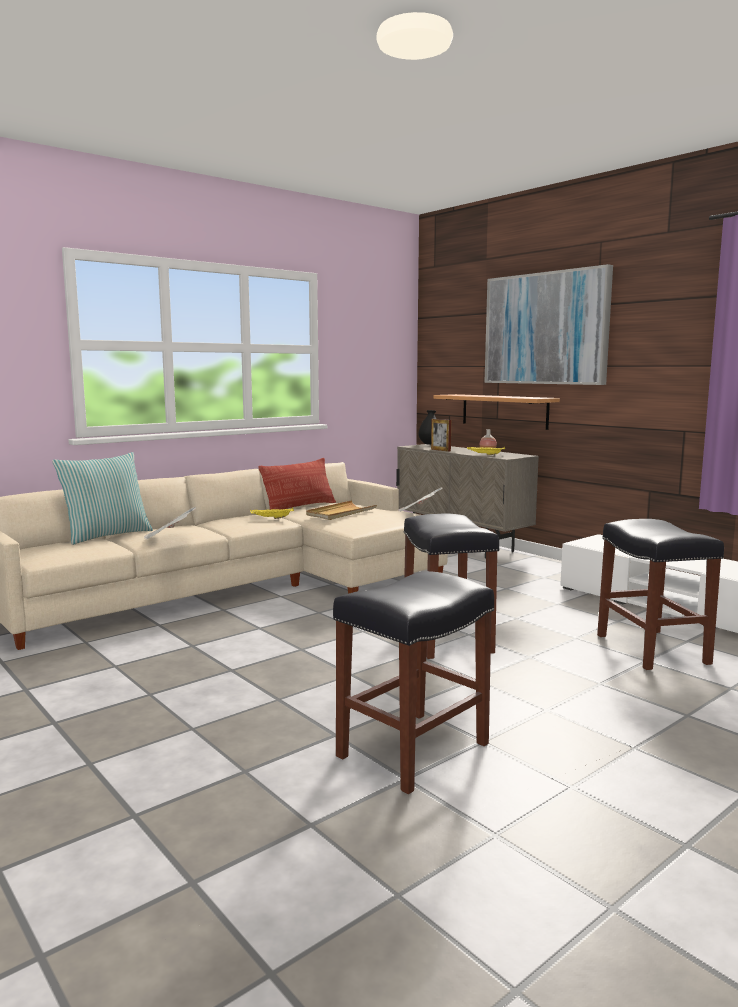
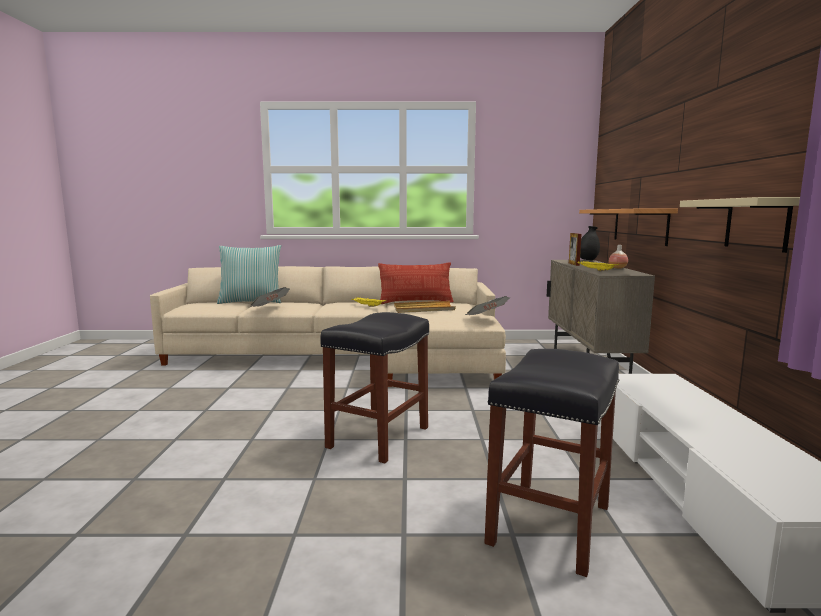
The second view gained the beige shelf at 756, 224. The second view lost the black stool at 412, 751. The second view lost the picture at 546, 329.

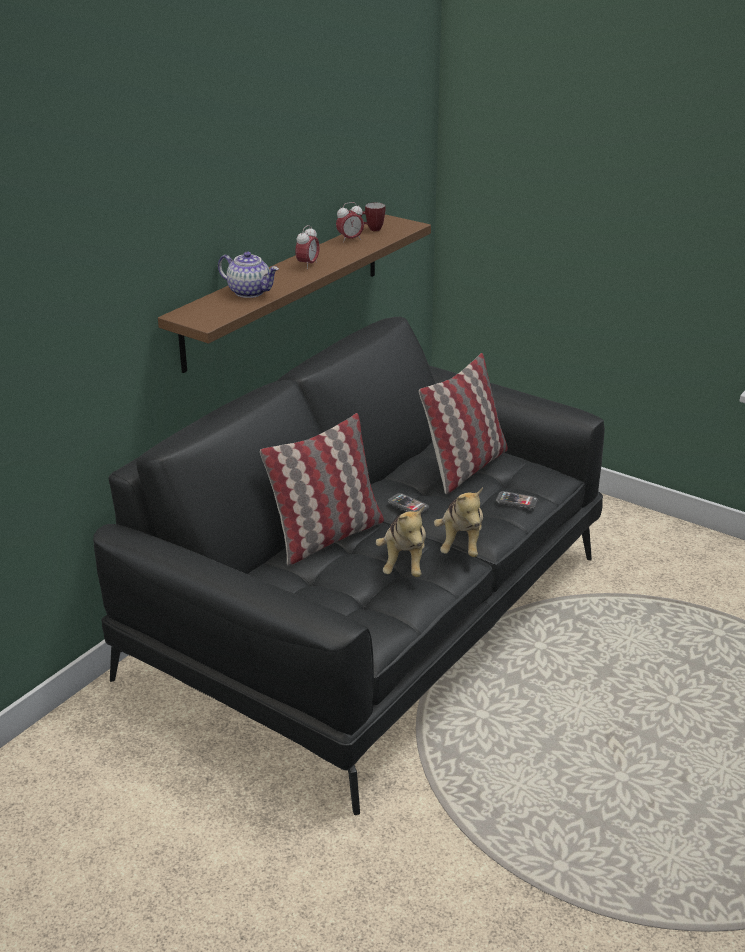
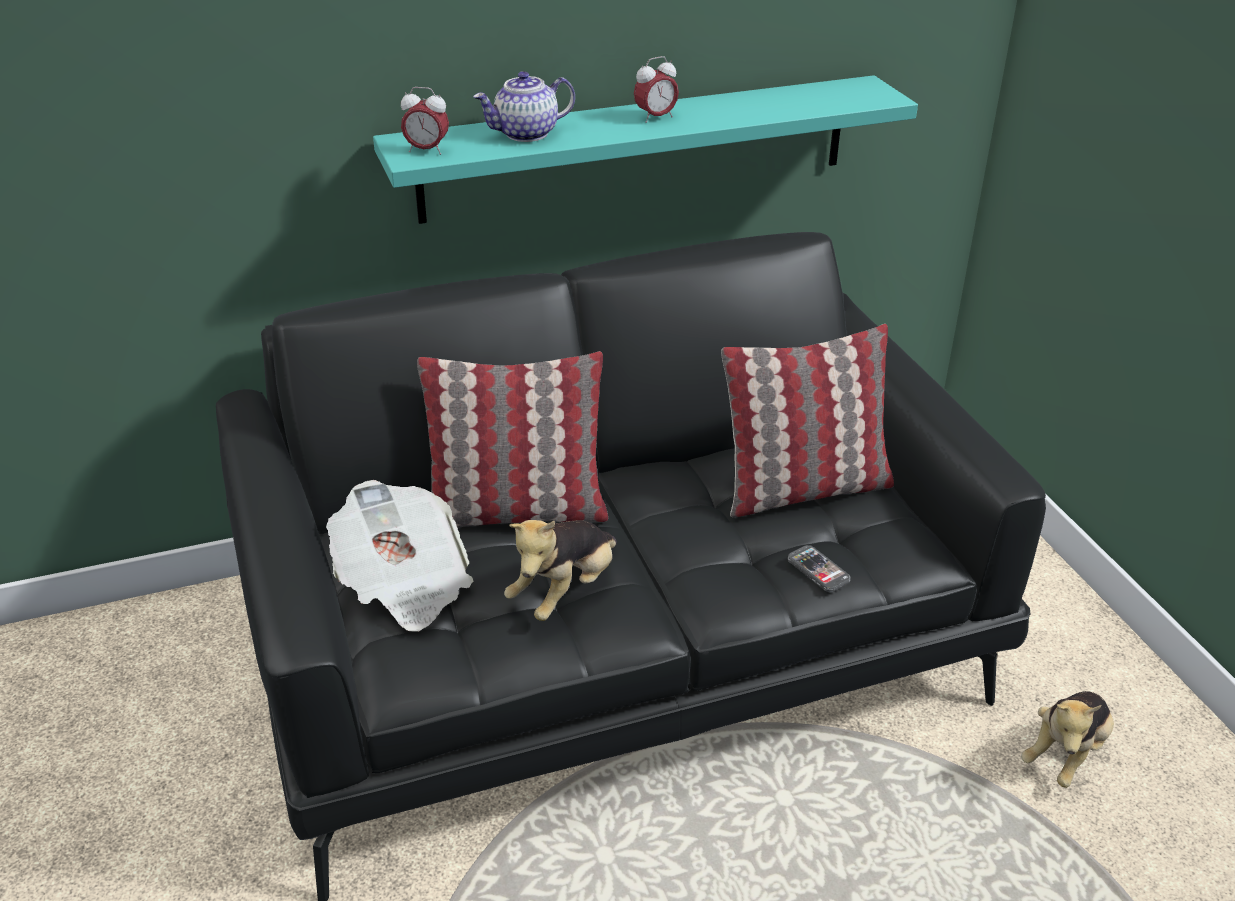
The second view gained the newspaper at 404, 583. What was the brown shelf at 285, 290 turned into the turquoise shelf at 637, 148. The alarm clock ended up elsewhere, having gone from 350, 240 to 426, 150. The teapot at 250, 292 ended up facing another way, 90 degrees clockwise from before. The plush toy ended up elsewhere, having gone from 461, 544 to 1065, 754. The second view lost the mug at 372, 230. The second view lost the phone at 408, 505.

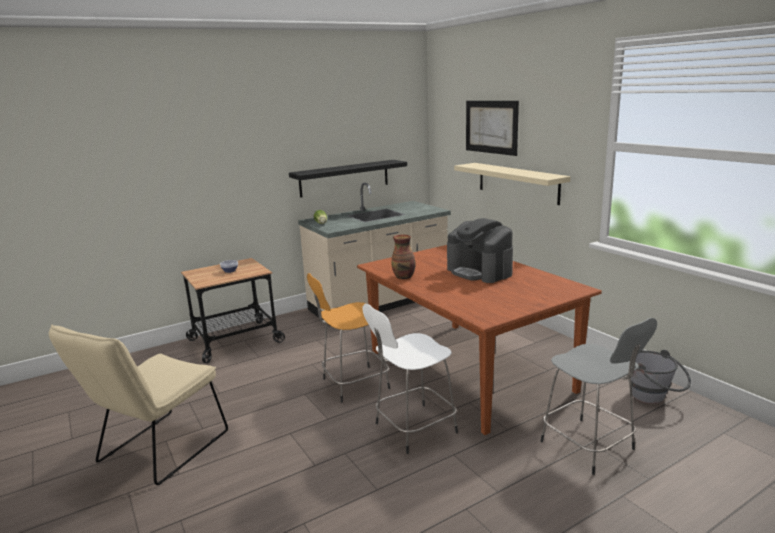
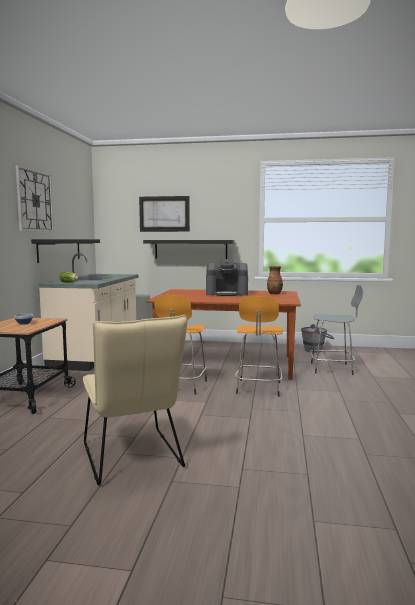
The second view gained the wall clock at 34, 201. What was the beige shelf at 517, 182 turned into the black shelf at 190, 249. What was the white stool at 413, 429 turned into the orange stool at 258, 389. The vase ended up elsewhere, having gone from 404, 277 to 274, 294.

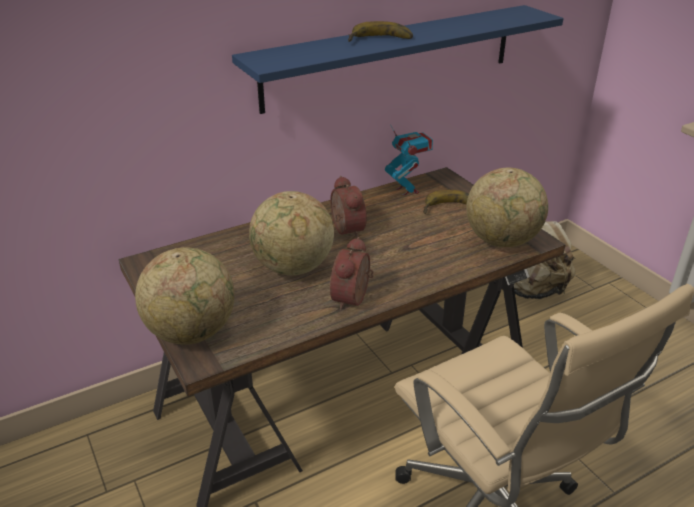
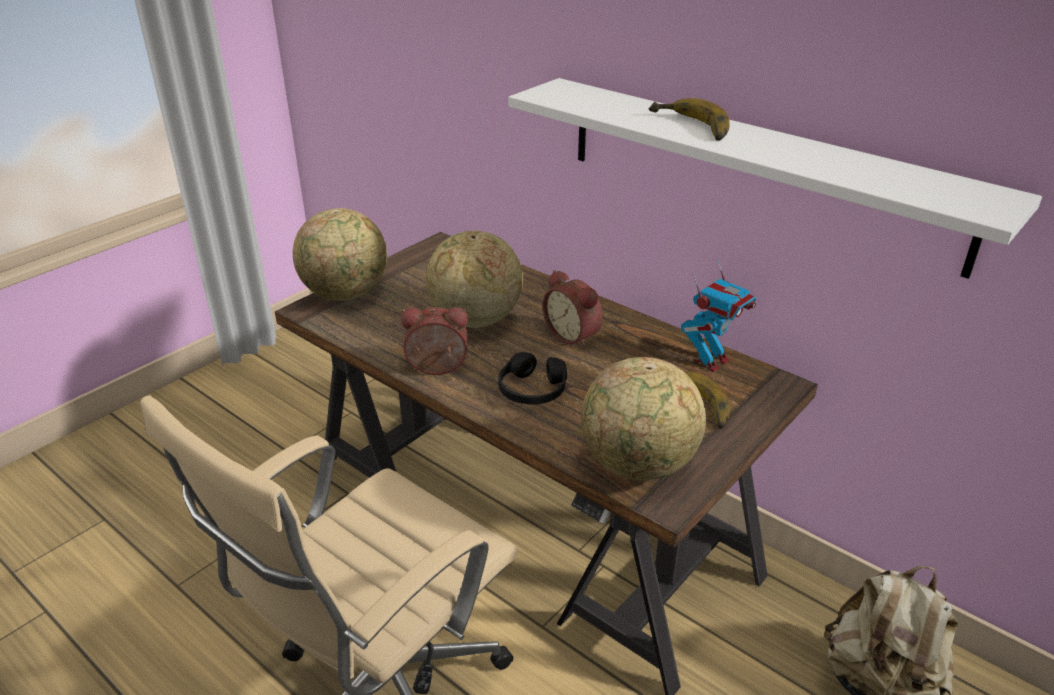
The second view gained the black headphones at 532, 390. What was the blue shelf at 392, 57 turned into the white shelf at 755, 170. The alarm clock at 345, 230 ended up facing another way, 90 degrees clockwise from before.

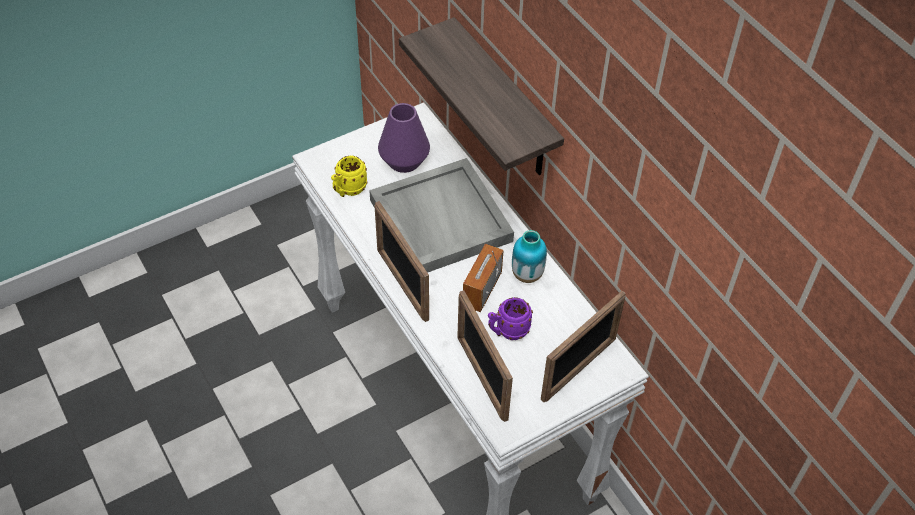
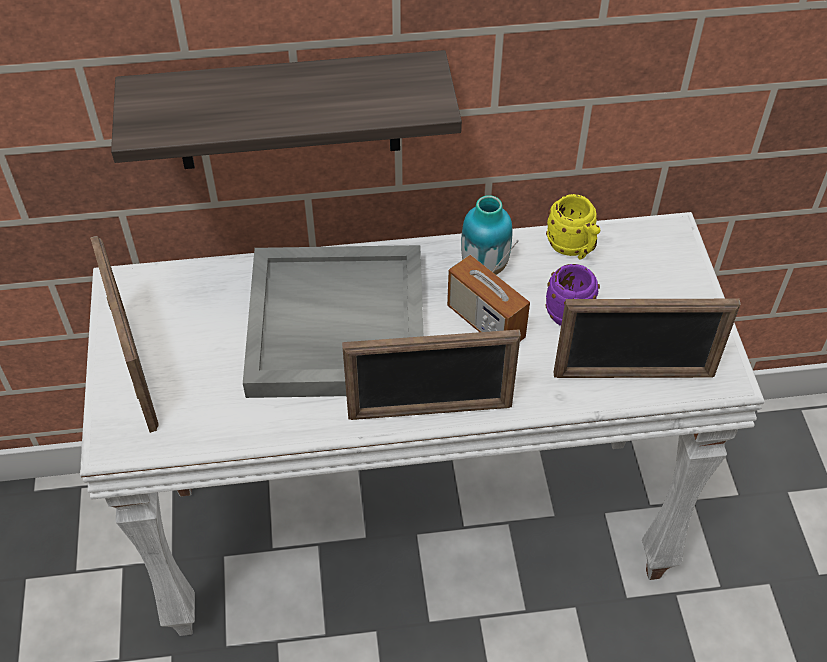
The picture frame ended up elsewhere, having gone from 579, 368 to 136, 368. The yellow mug ended up elsewhere, having gone from 348, 190 to 573, 248. The second view lost the purple vase at 404, 160.

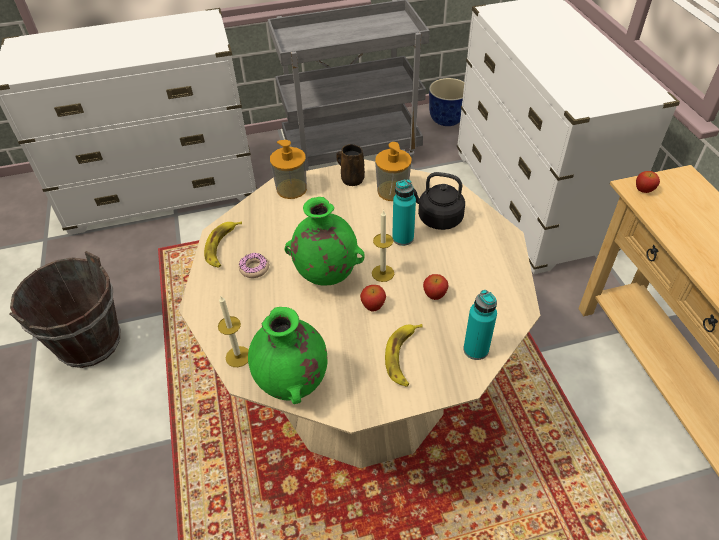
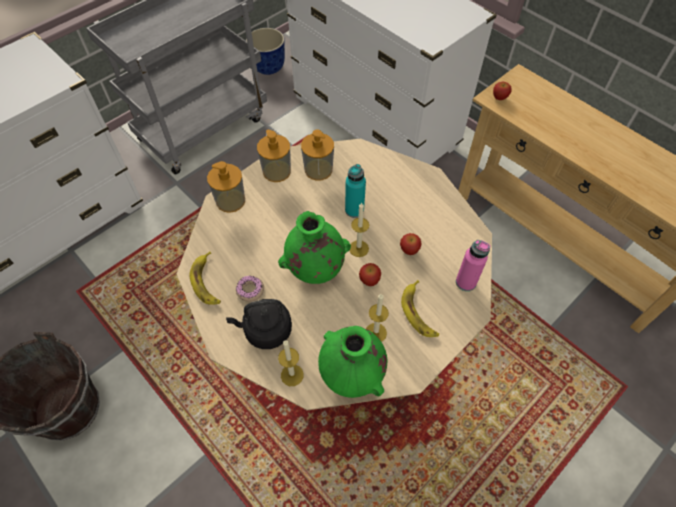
The black kettle ended up elsewhere, having gone from 437, 218 to 265, 331. Where the brown mug stood at 351, 179, the soap dispenser came to stand at 277, 171. The second view gained the candle at 375, 333. What was the turquoise bottle at 476, 349 turned into the pink bottle at 466, 282.

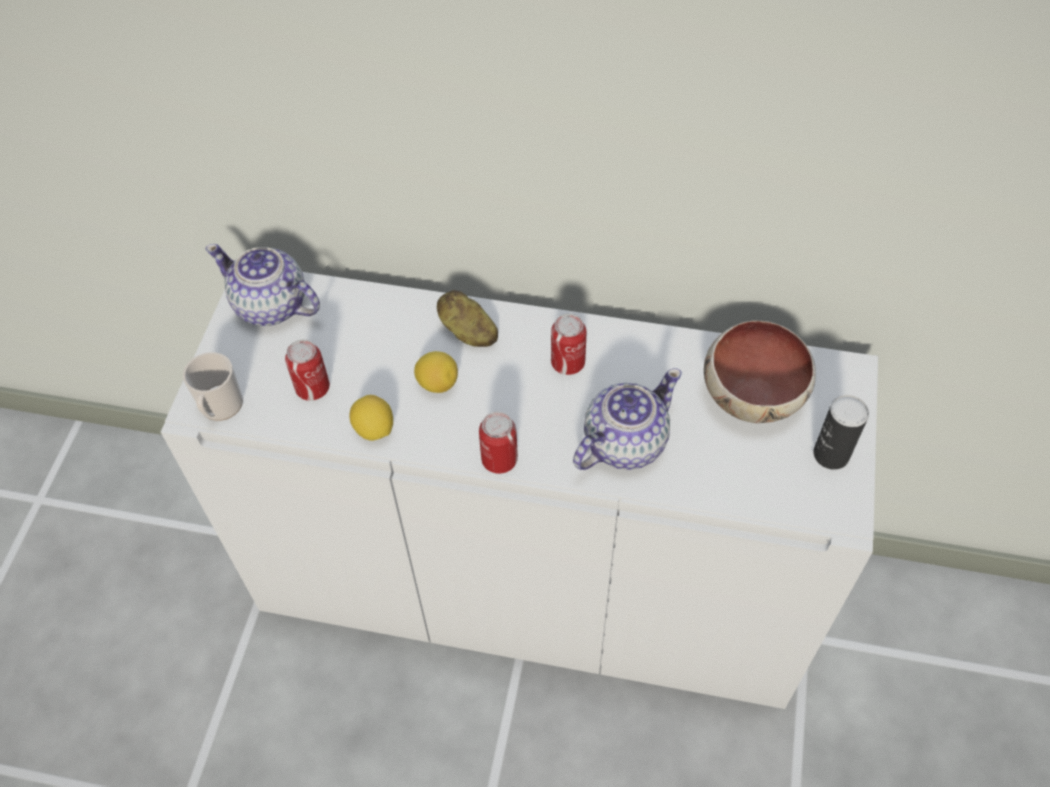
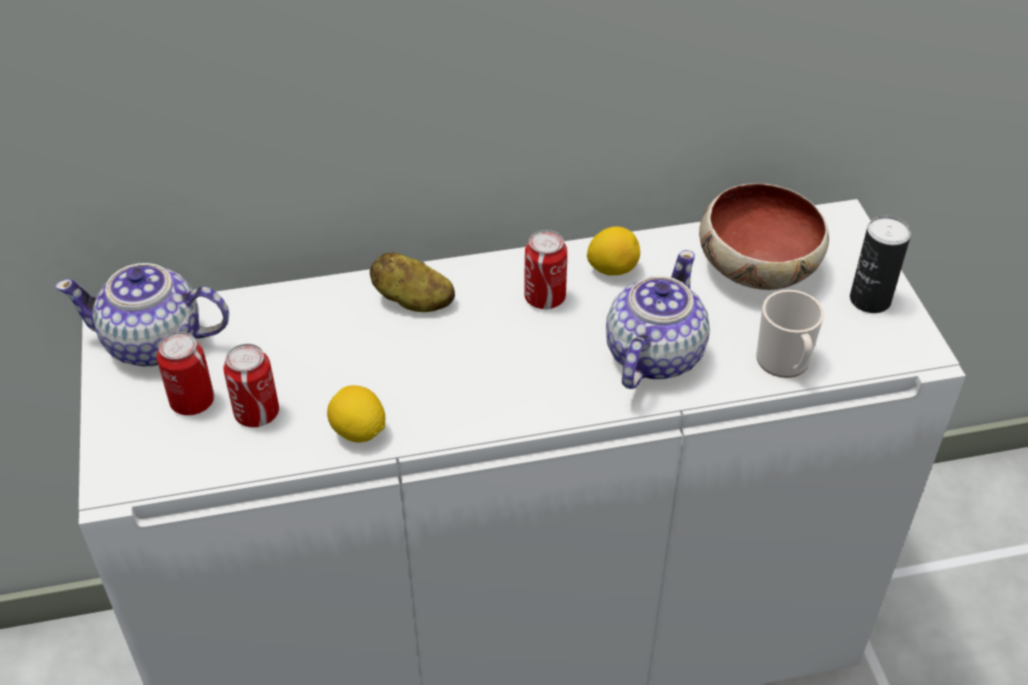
The can ended up elsewhere, having gone from 499, 460 to 192, 401. The lemon ended up elsewhere, having gone from 437, 383 to 612, 269. The mug ended up elsewhere, having gone from 220, 408 to 785, 363.

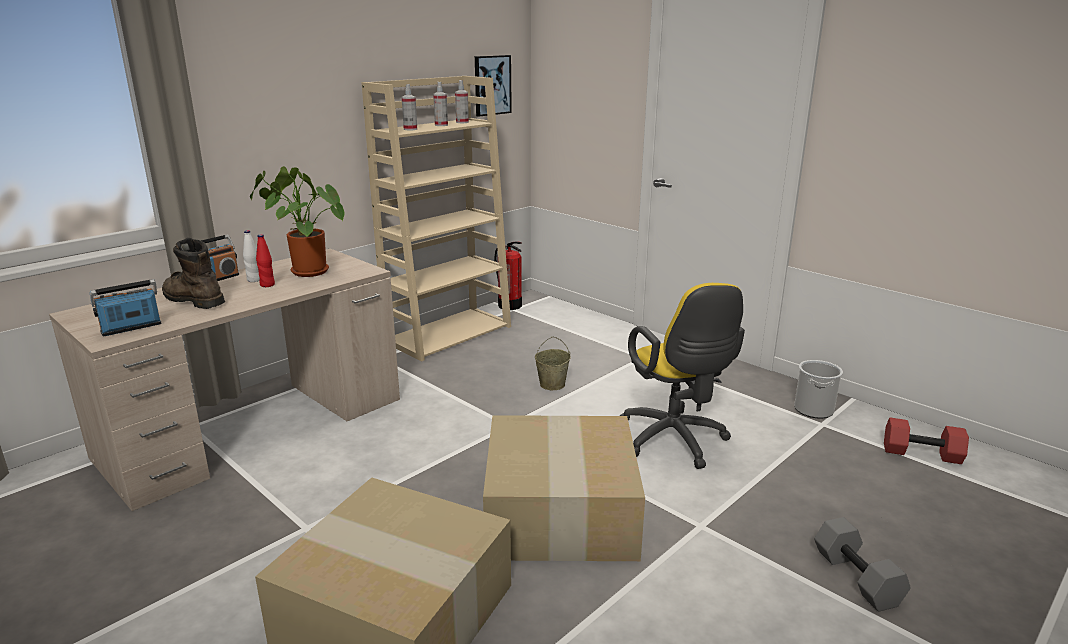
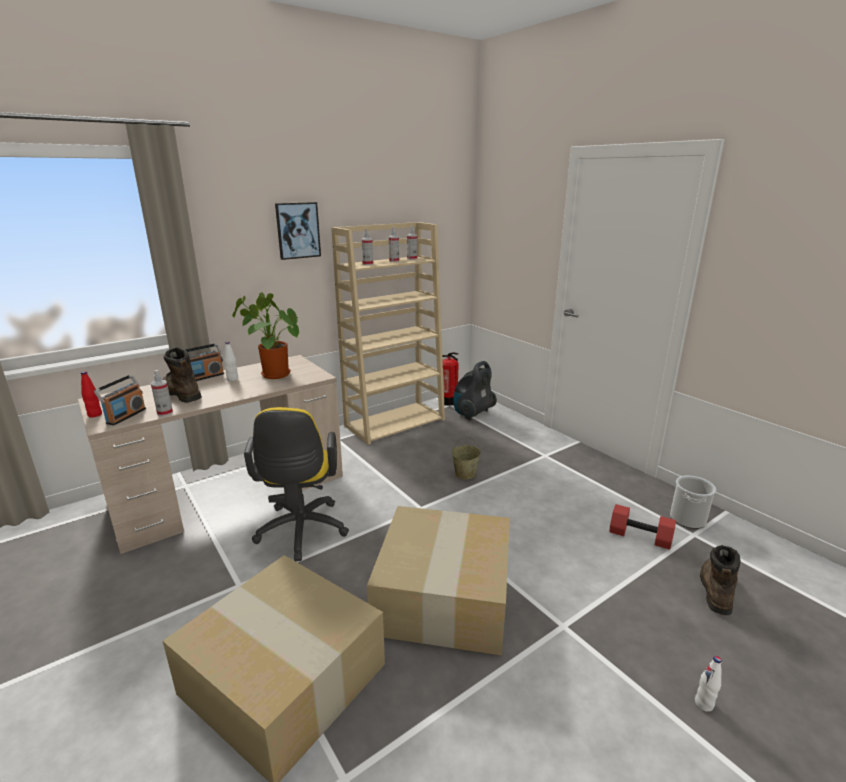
The red bottle ended up elsewhere, having gone from 267, 285 to 95, 415. The radio at 131, 328 ended up facing another way, 135 degrees clockwise from before. The second view gained the spray bottle at 165, 413. The yellow office chair ended up elsewhere, having gone from 675, 442 to 301, 533. The picture ended up elsewhere, having gone from 492, 85 to 298, 230. The second view gained the vacuum cleaner at 472, 413. The red dumbbell ended up elsewhere, having gone from 921, 454 to 639, 537. Where the grey dumbbell stood at 858, 578, the white bottle came to stand at 704, 704. The second view gained the brown boot at 715, 589.

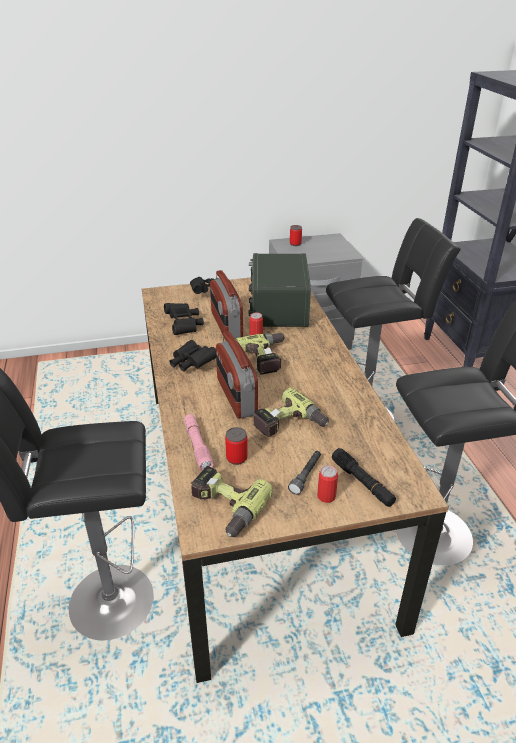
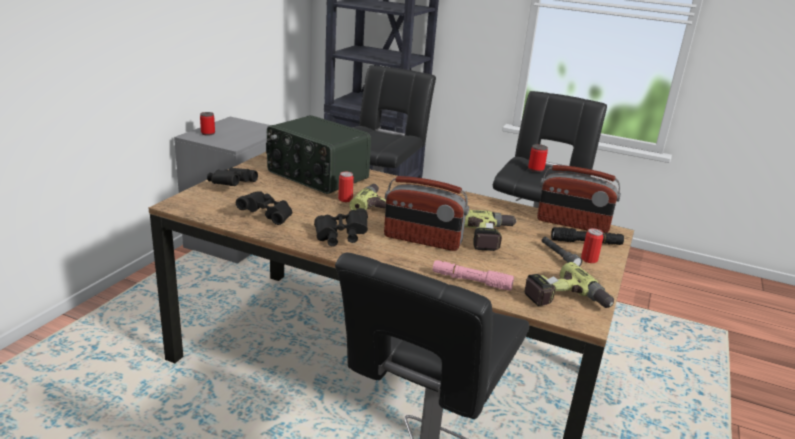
The can ended up elsewhere, having gone from 236, 458 to 536, 169. The radio ended up elsewhere, having gone from 226, 325 to 572, 224.

